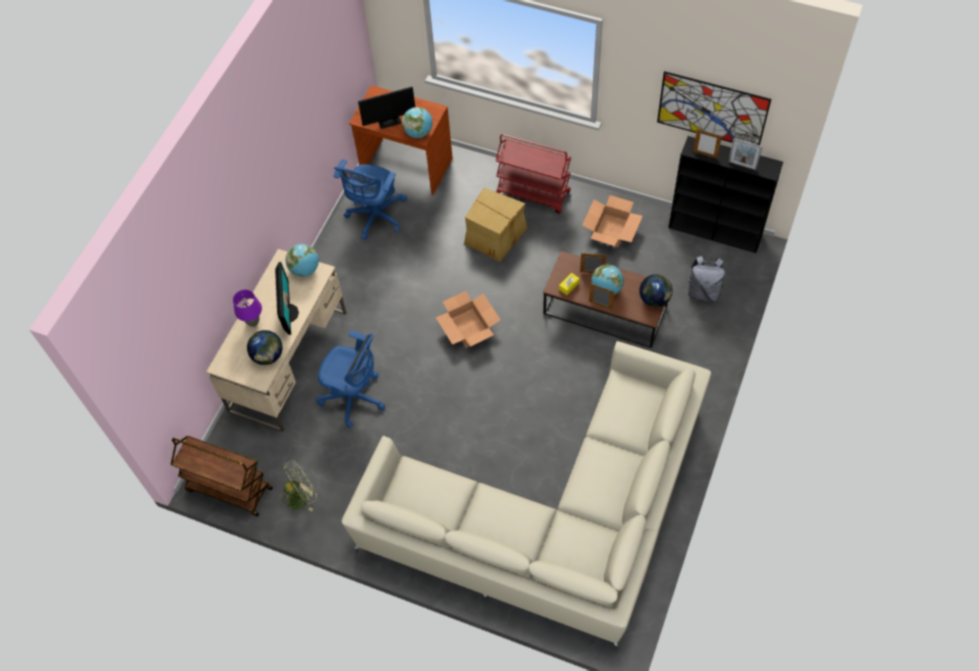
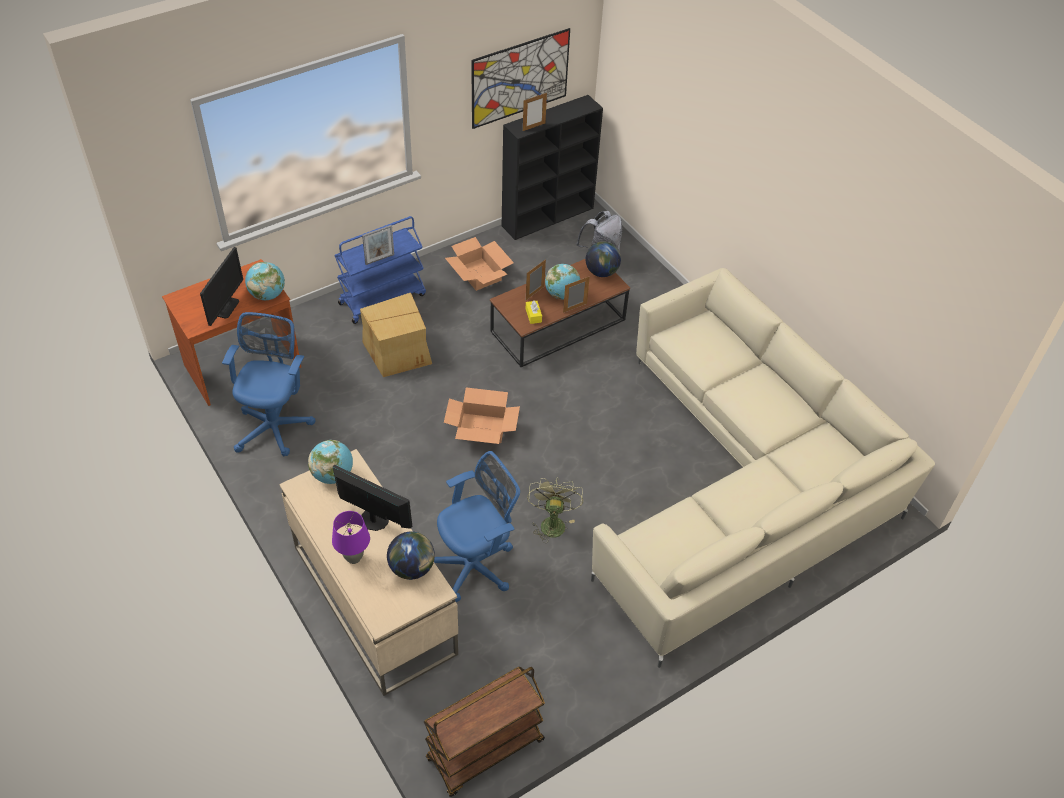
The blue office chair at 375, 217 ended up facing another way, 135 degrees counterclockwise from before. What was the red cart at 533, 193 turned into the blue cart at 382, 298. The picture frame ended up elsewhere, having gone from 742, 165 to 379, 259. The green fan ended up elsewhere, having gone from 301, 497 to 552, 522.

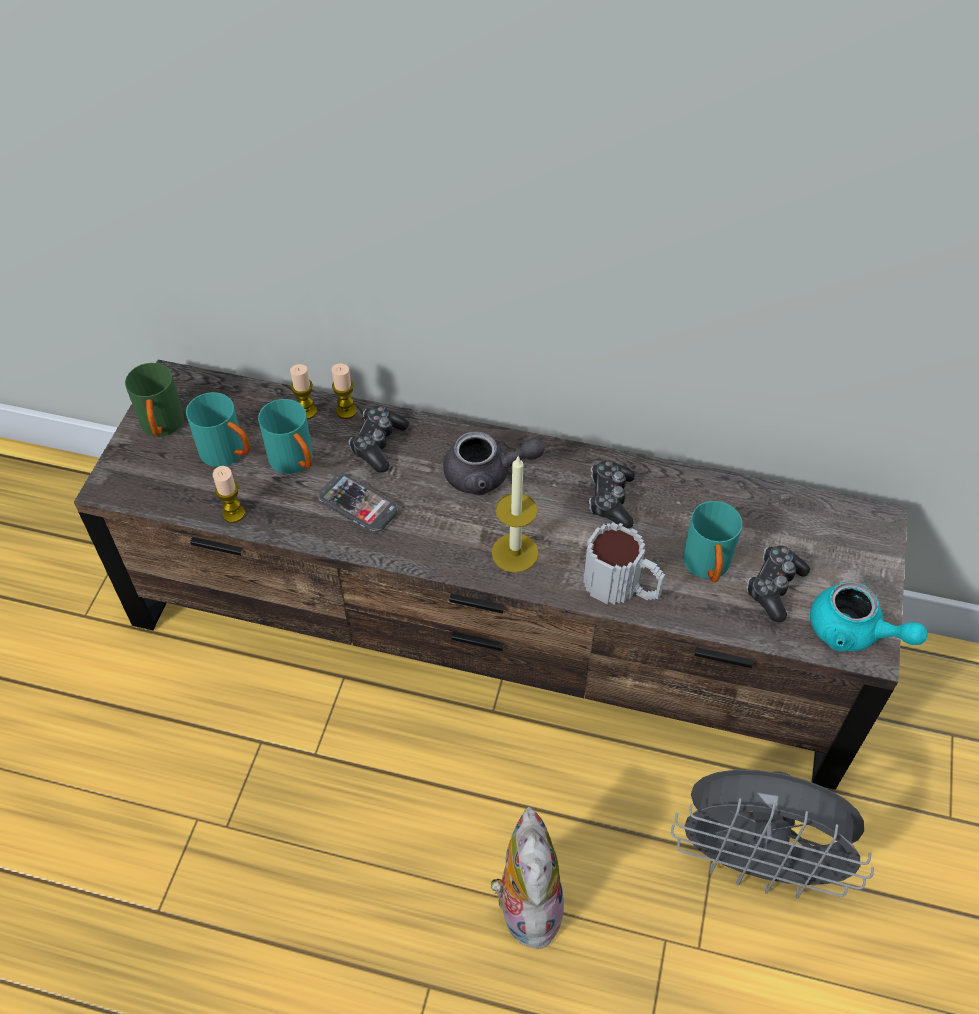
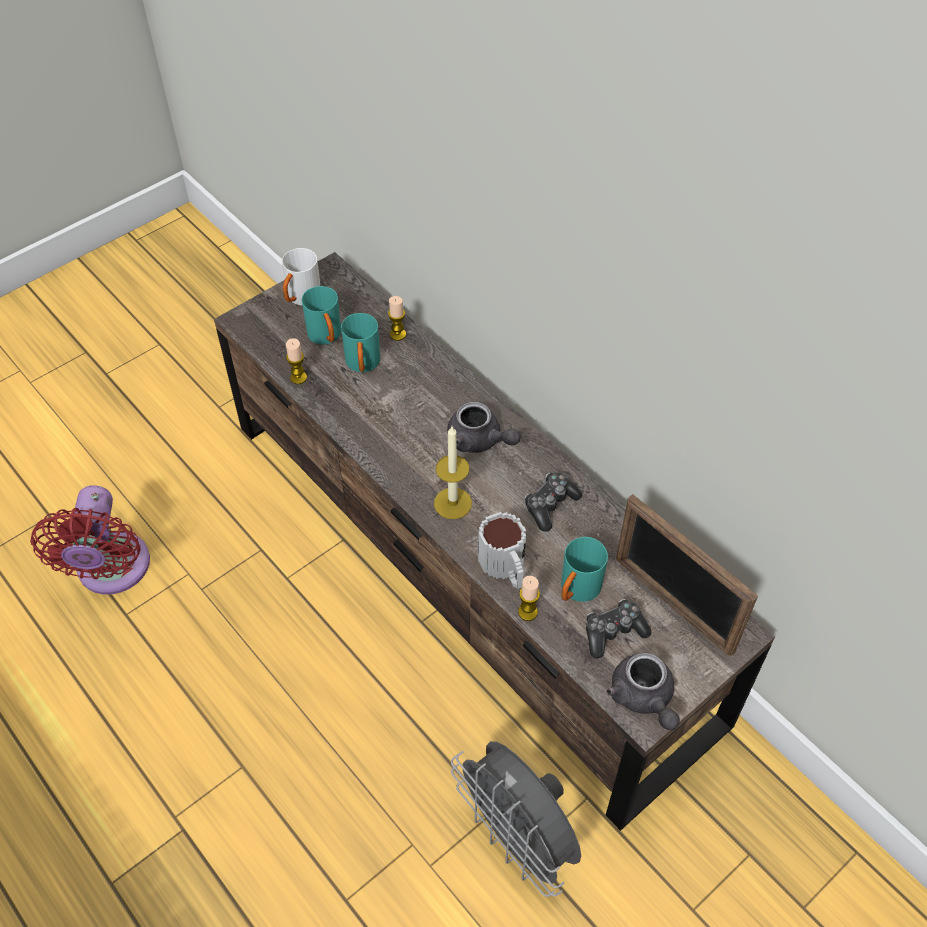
The second view gained the red fan at 112, 571. What was the green mug at 162, 428 turned into the white mug at 301, 299. The candle ended up elsewhere, having gone from 346, 411 to 527, 612. What was the turquoise teapot at 854, 632 turned into the grey teapot at 643, 698. The second view gained the picture frame at 673, 604. The second view lost the phone at 358, 505. The second view lost the game controller at 378, 444. The second view lost the plush toy at 526, 905.

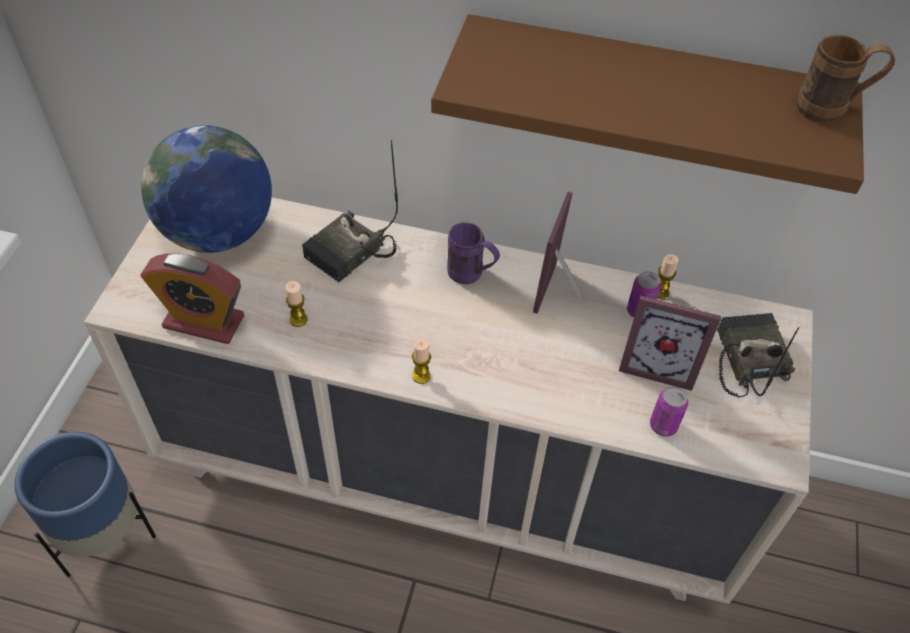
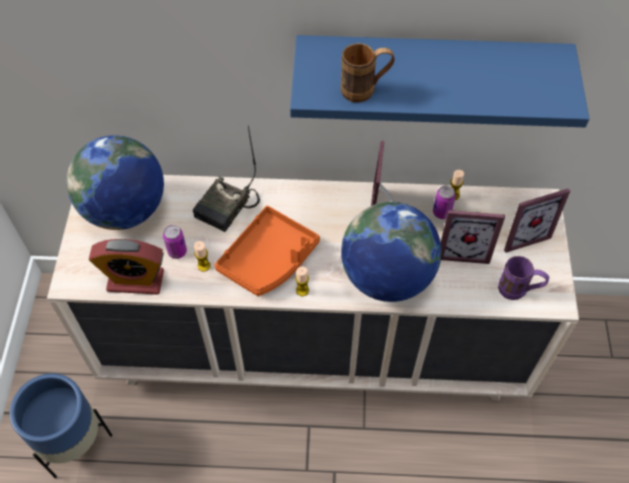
The can ended up elsewhere, having gone from 663, 425 to 177, 251. The second view gained the orange tray at 269, 259. What was the brown shelf at 647, 95 turned into the blue shelf at 429, 70. The brown mug ended up elsewhere, having gone from 831, 109 to 365, 90. The second view gained the globe at 386, 277. The purple mug ended up elsewhere, having gone from 471, 276 to 518, 291. Where the radio stood at 746, 359, the picture frame came to stand at 521, 233.

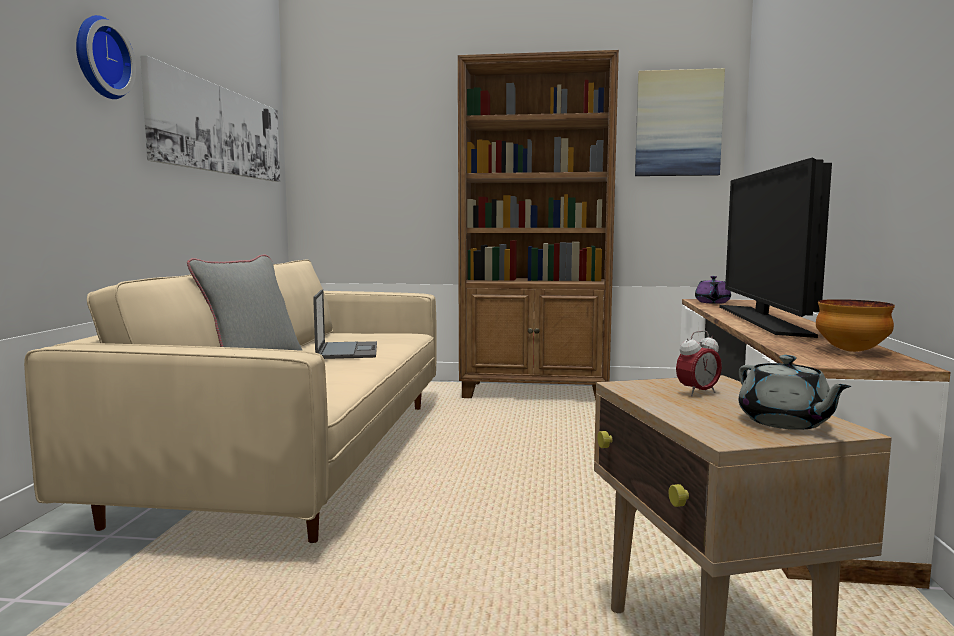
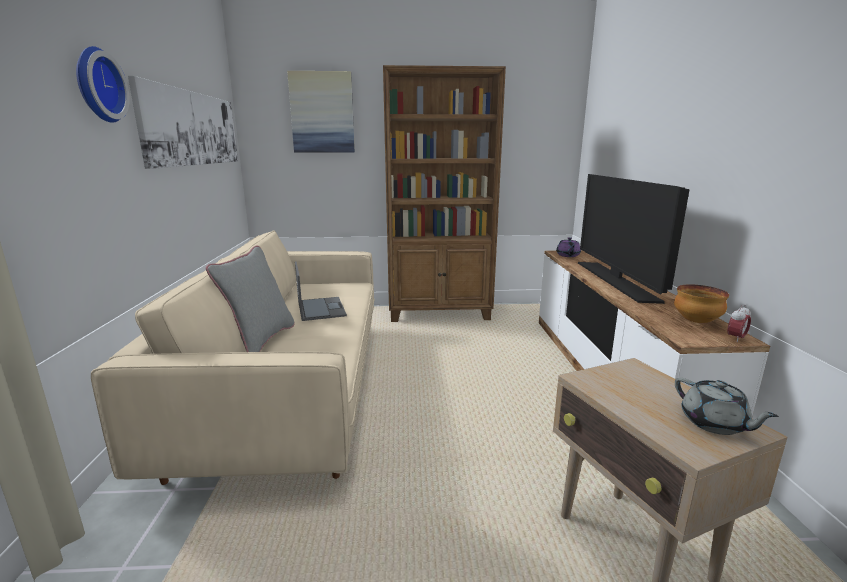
The picture ended up elsewhere, having gone from 678, 124 to 322, 113. The alarm clock ended up elsewhere, having gone from 697, 393 to 735, 338.

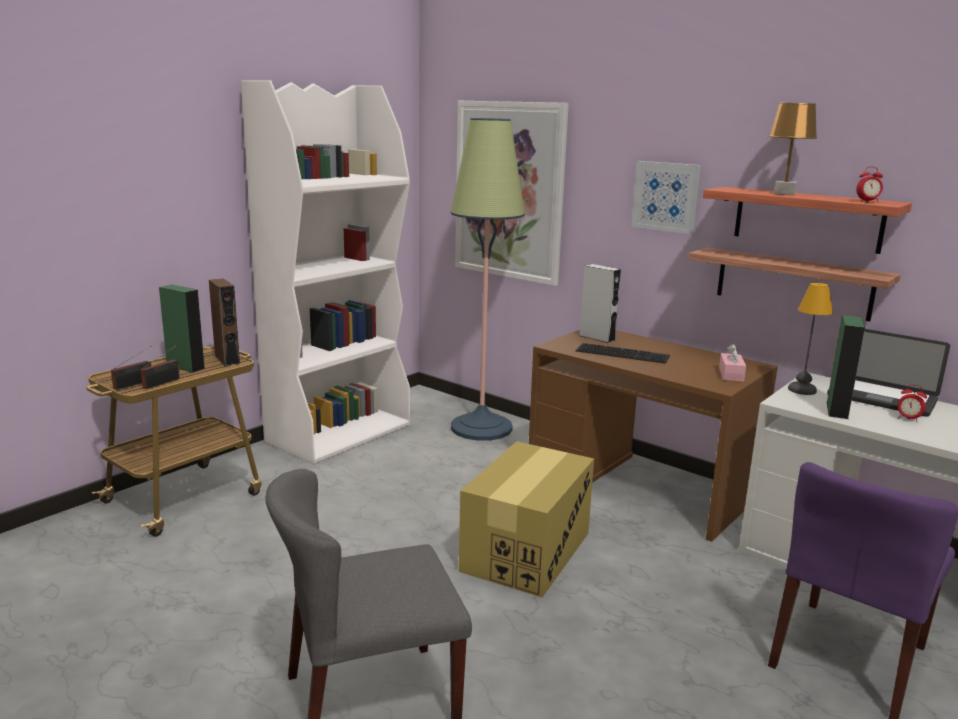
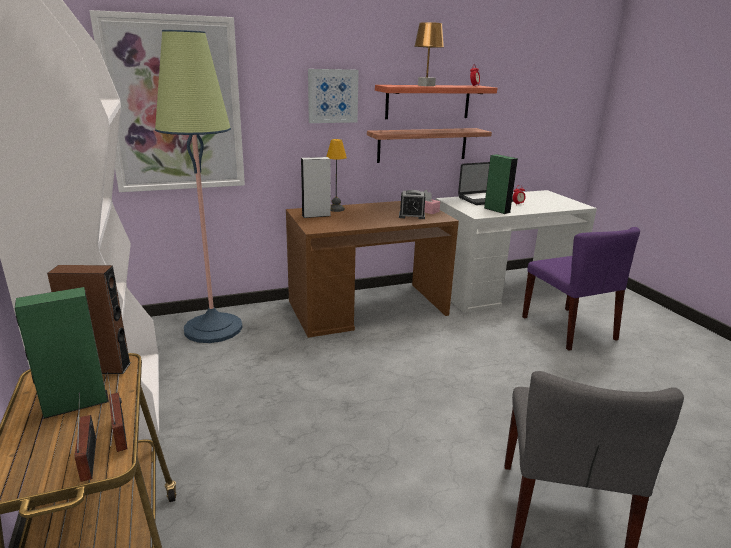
The table lamp ended up elsewhere, having gone from 801, 390 to 335, 209. The second view gained the alarm clock at 411, 216. The second view lost the cardboard box at 526, 551. The second view lost the keyboard at 623, 353.

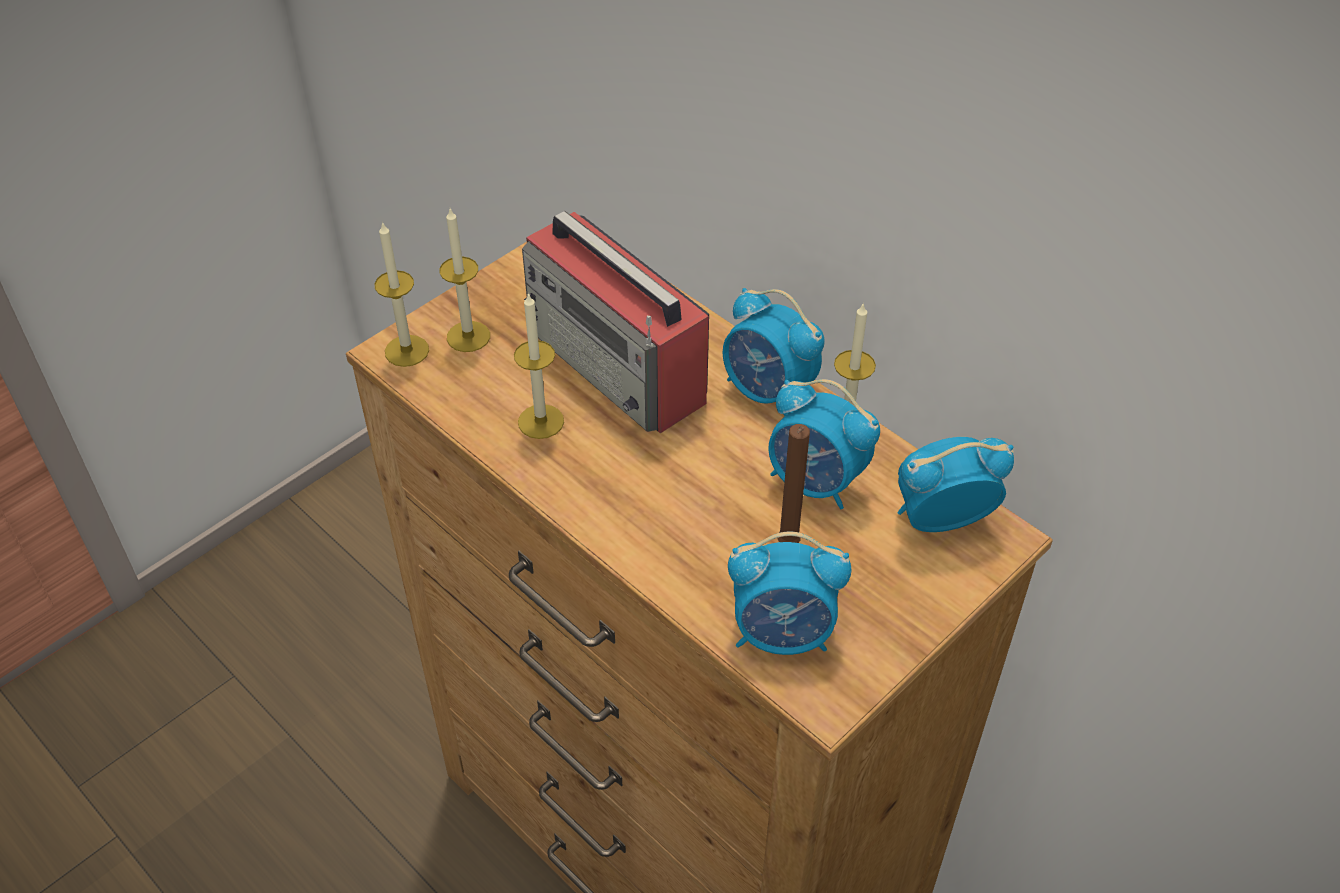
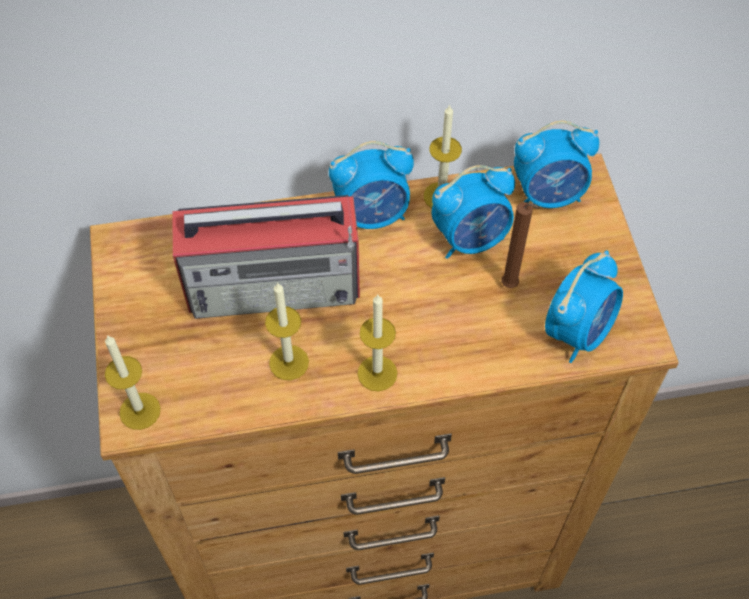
The candle ended up elsewhere, having gone from 468, 336 to 377, 373. The alarm clock at 940, 519 ended up facing another way, 120 degrees counterclockwise from before.

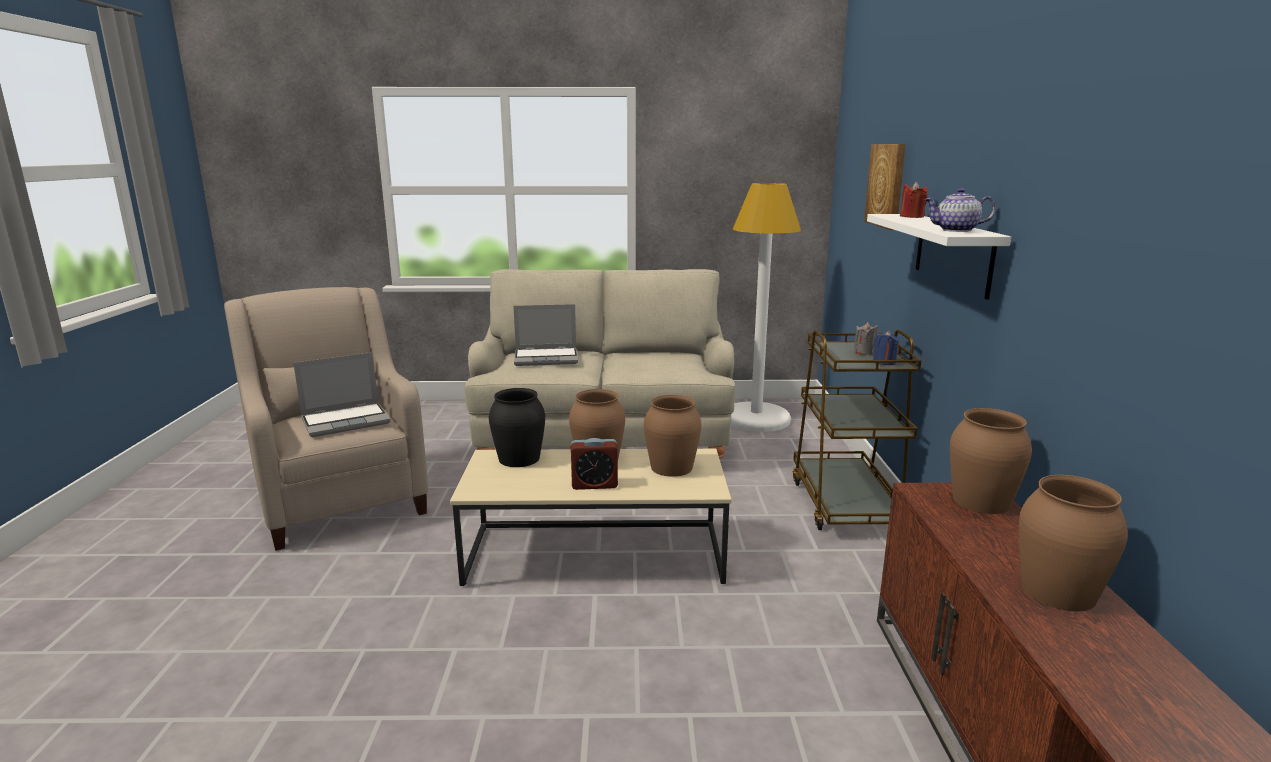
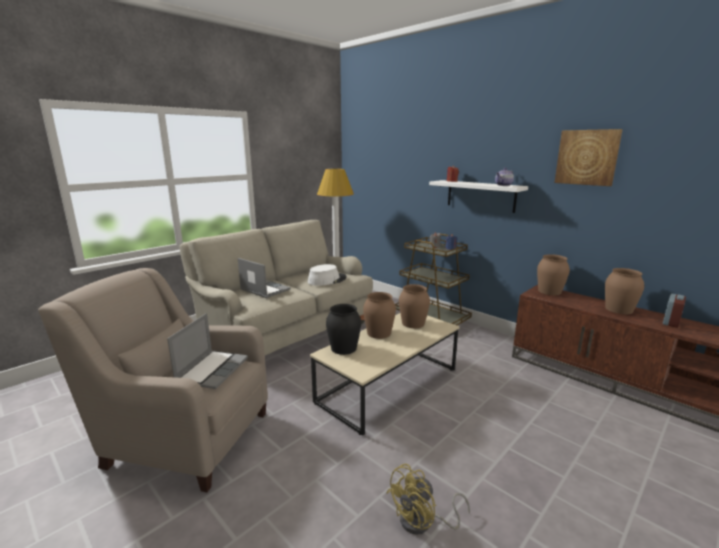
The laptop at 547, 358 ended up facing another way, 90 degrees counterclockwise from before. The second view gained the white hat at 327, 280. The second view gained the yellow fan at 423, 522. The picture ended up elsewhere, having gone from 887, 185 to 587, 157. The alarm clock ended up elsewhere, having gone from 594, 484 to 671, 322.

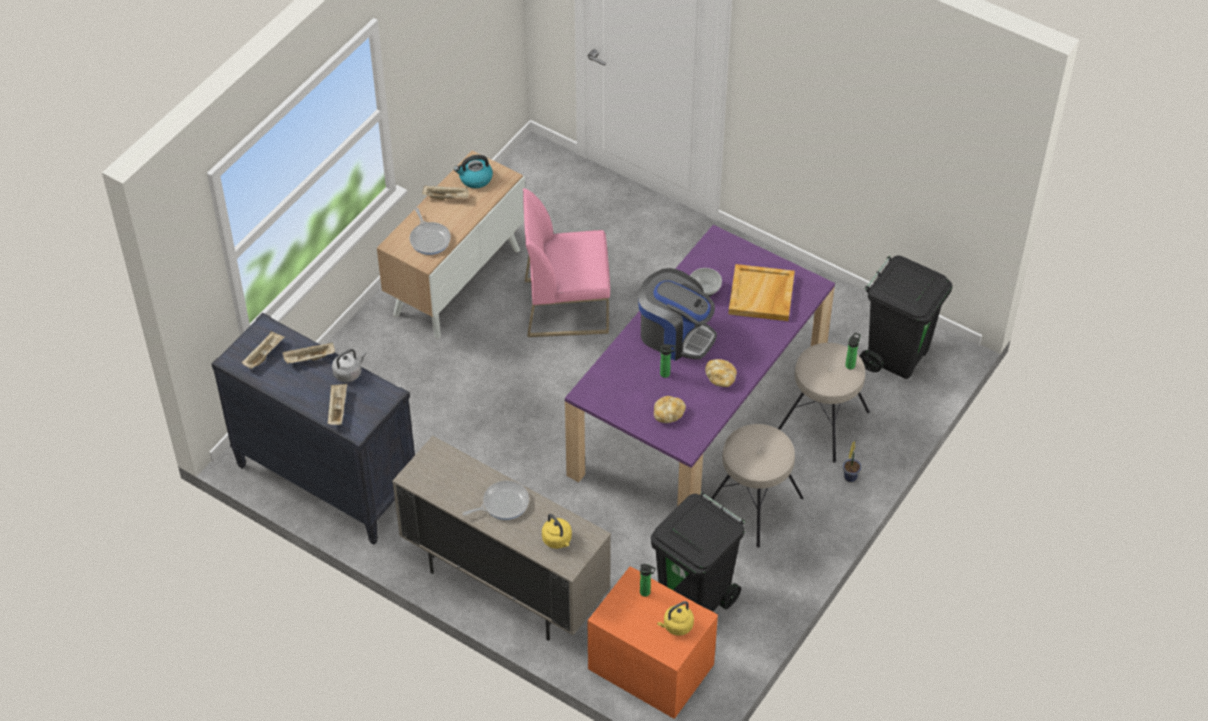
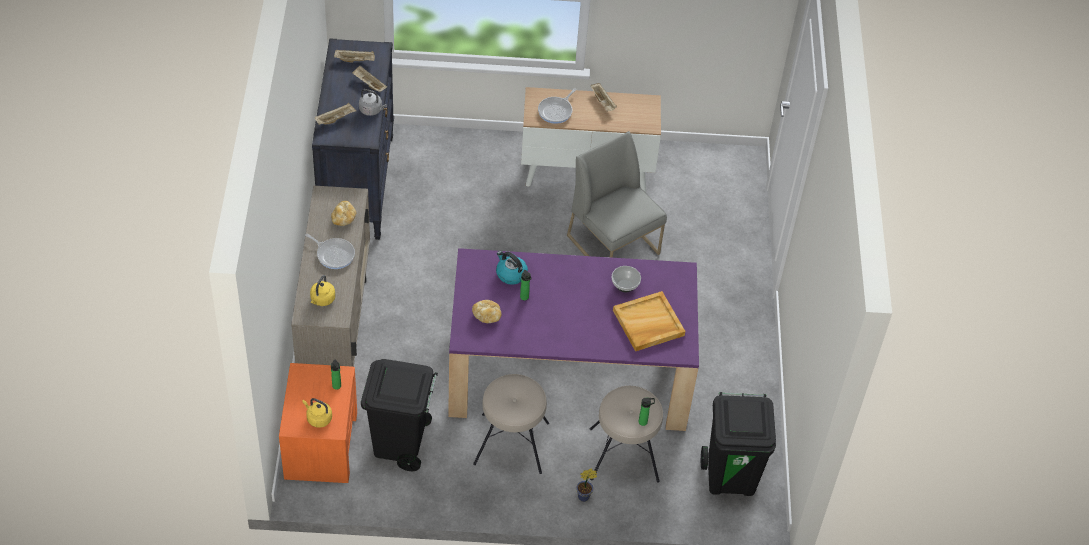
The bread ended up elsewhere, having gone from 720, 378 to 343, 218. The kettle ended up elsewhere, having gone from 475, 179 to 510, 274. What was the pink chair at 567, 306 turned into the grey chair at 614, 245. The second view lost the coffee machine at 675, 335.

